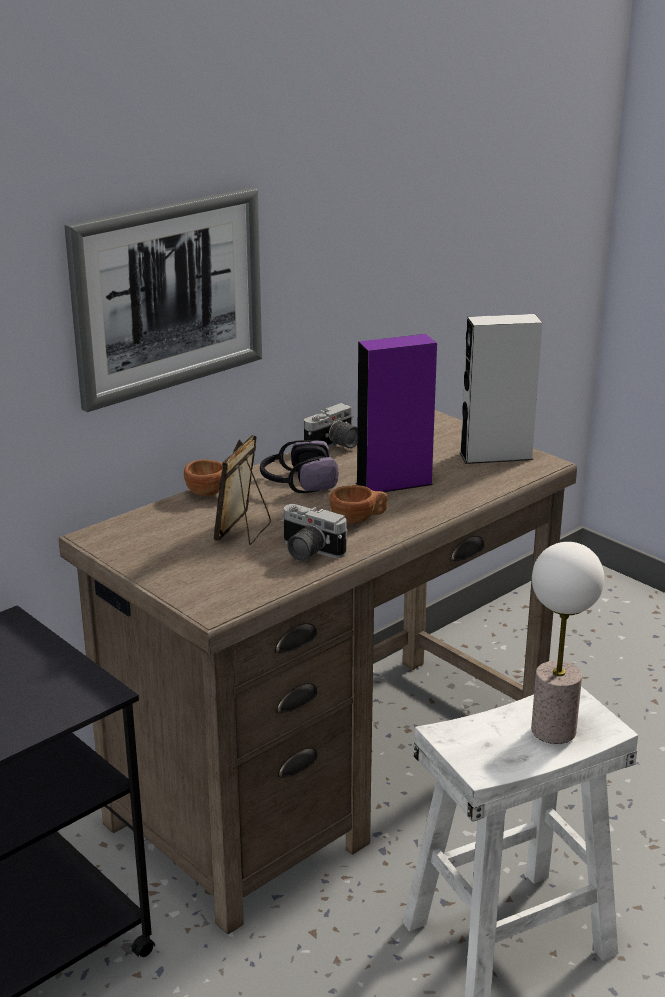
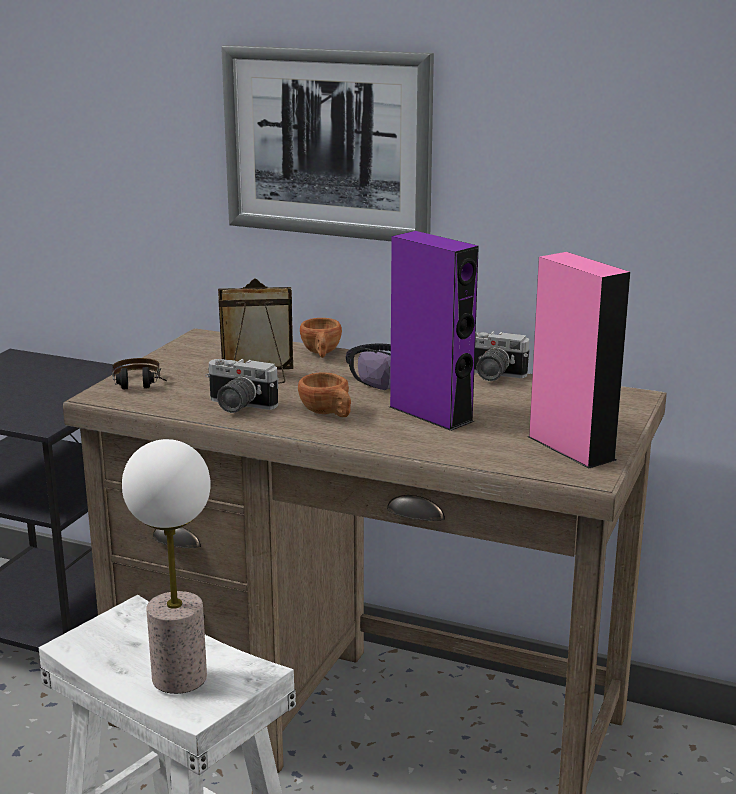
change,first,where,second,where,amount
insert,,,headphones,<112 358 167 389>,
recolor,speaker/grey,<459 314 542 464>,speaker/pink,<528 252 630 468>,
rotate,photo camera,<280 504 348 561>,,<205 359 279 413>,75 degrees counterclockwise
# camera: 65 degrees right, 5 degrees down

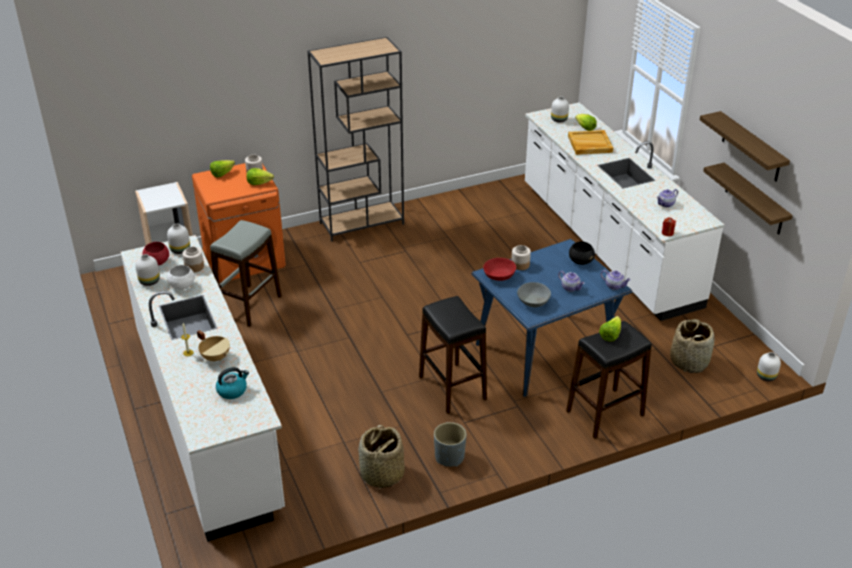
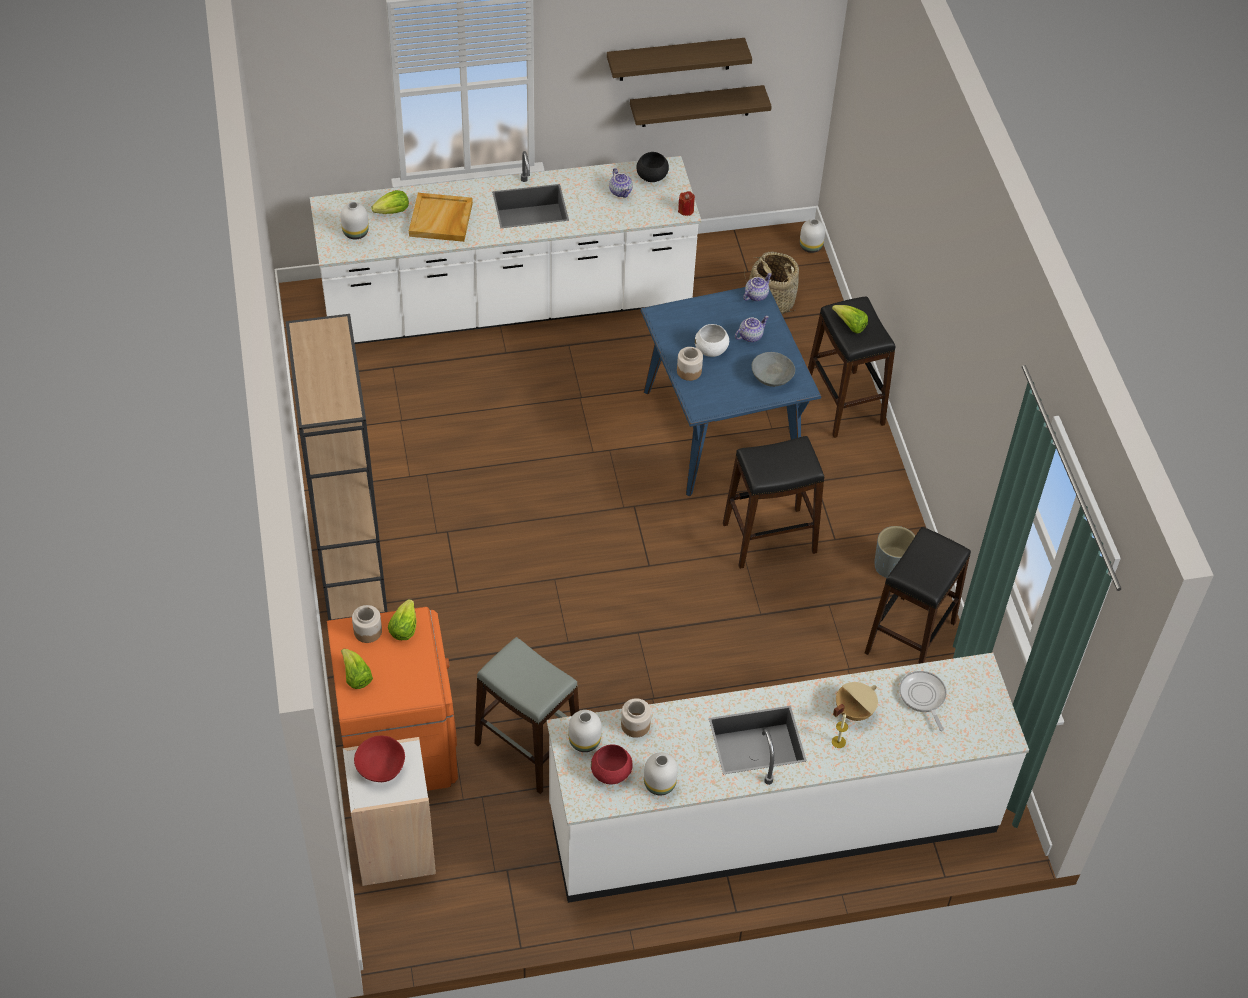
change,first,where,second,where,amount
move,bowl/white,<167 265 195 290>,,<695 324 729 357>,
move,bowl/red,<483 258 516 281>,,<354 736 405 782>,
move,bowl/black,<569 241 595 265>,,<636 152 669 182>,
replace,kettle,<216 367 249 399>,frying pan,<899 671 947 731>,
replace,basket,<358 425 405 489>,stool/black,<865 527 971 664>,
# camera: 80 degrees left, 15 degrees up

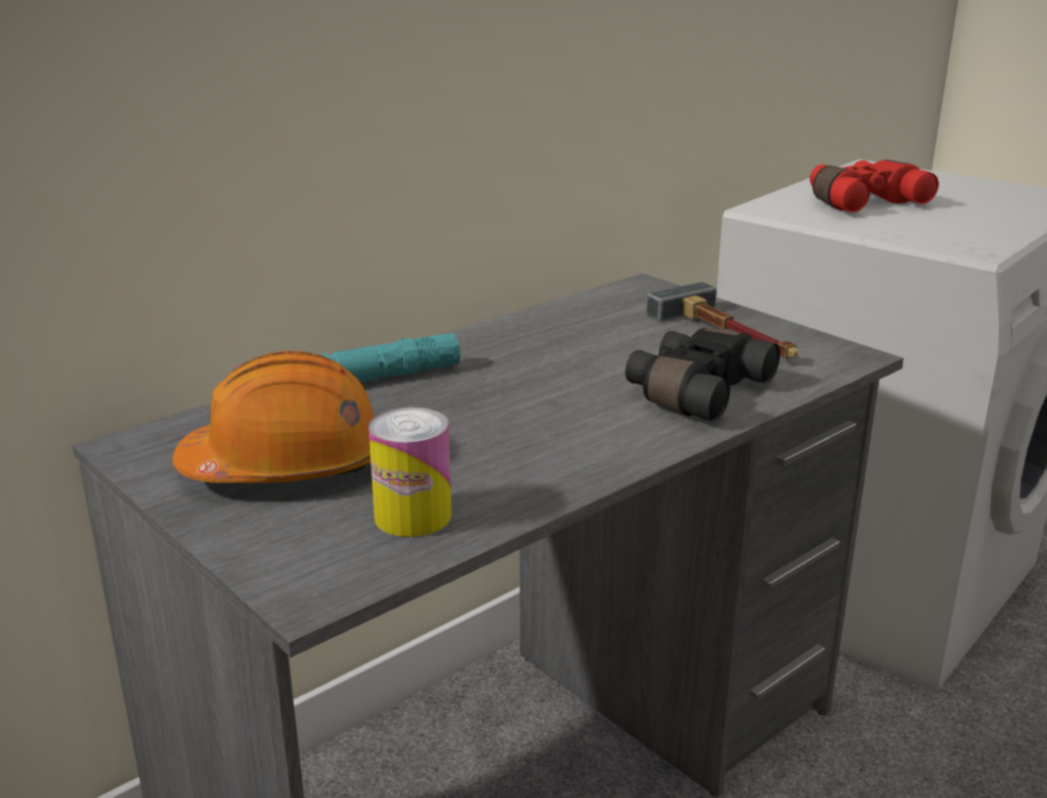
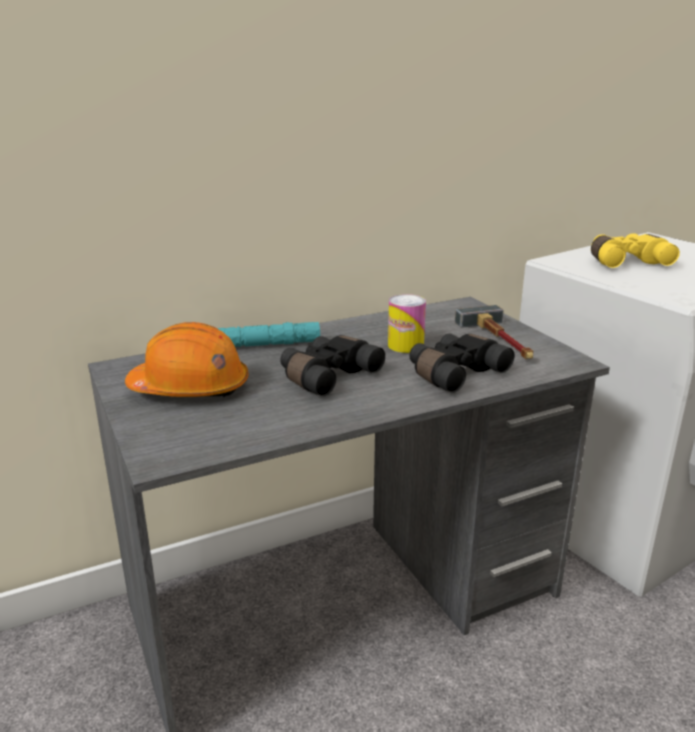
change,first,where,second,where,amount
insert,,,binoculars/black,<280 335 385 396>,
move,can,<368 407 452 537>,,<388 294 426 353>,
recolor,binoculars/red,<810 160 939 212>,binoculars/yellow,<591 233 680 268>,
# camera: 15 degrees right, 0 degrees up

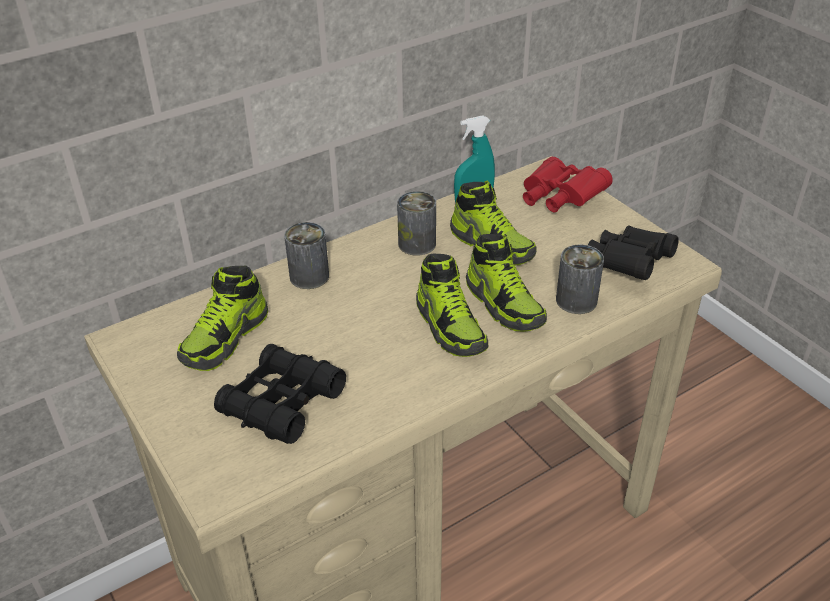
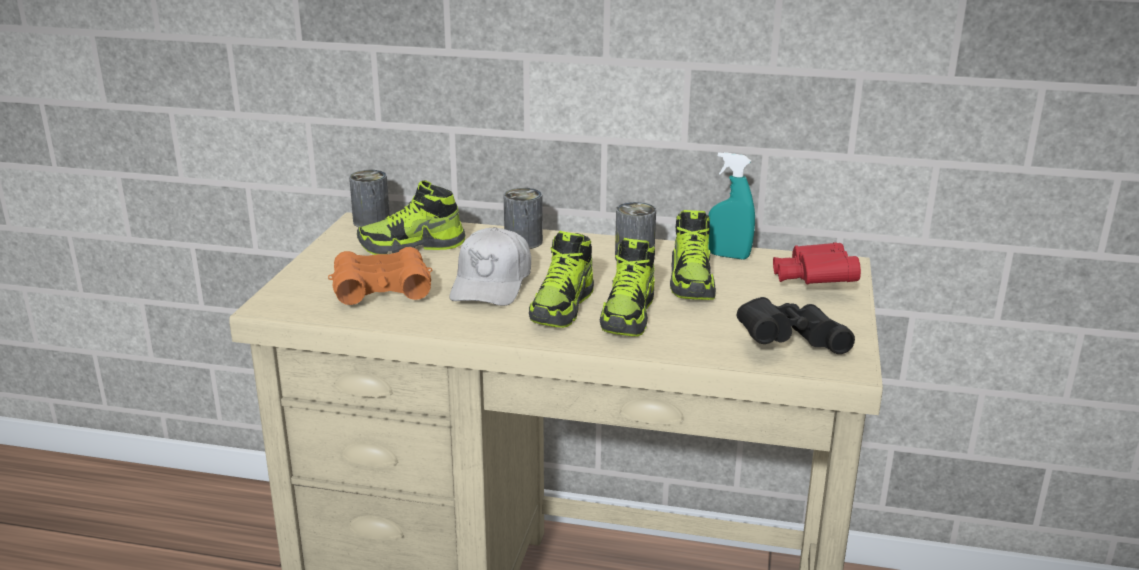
change,first,where,second,where,amount
insert,,,cap/white,<449 227 531 306>,
move,can,<556 244 604 314>,,<349 170 390 227>,
recolor,binoculars/black,<214 344 346 444>,binoculars/orange,<328 247 432 305>,
# camera: 45 degrees right, 15 degrees down

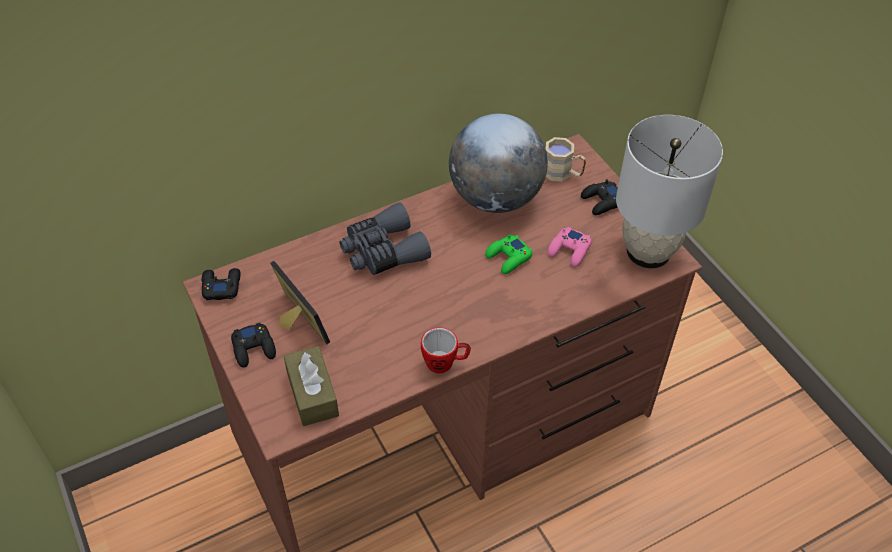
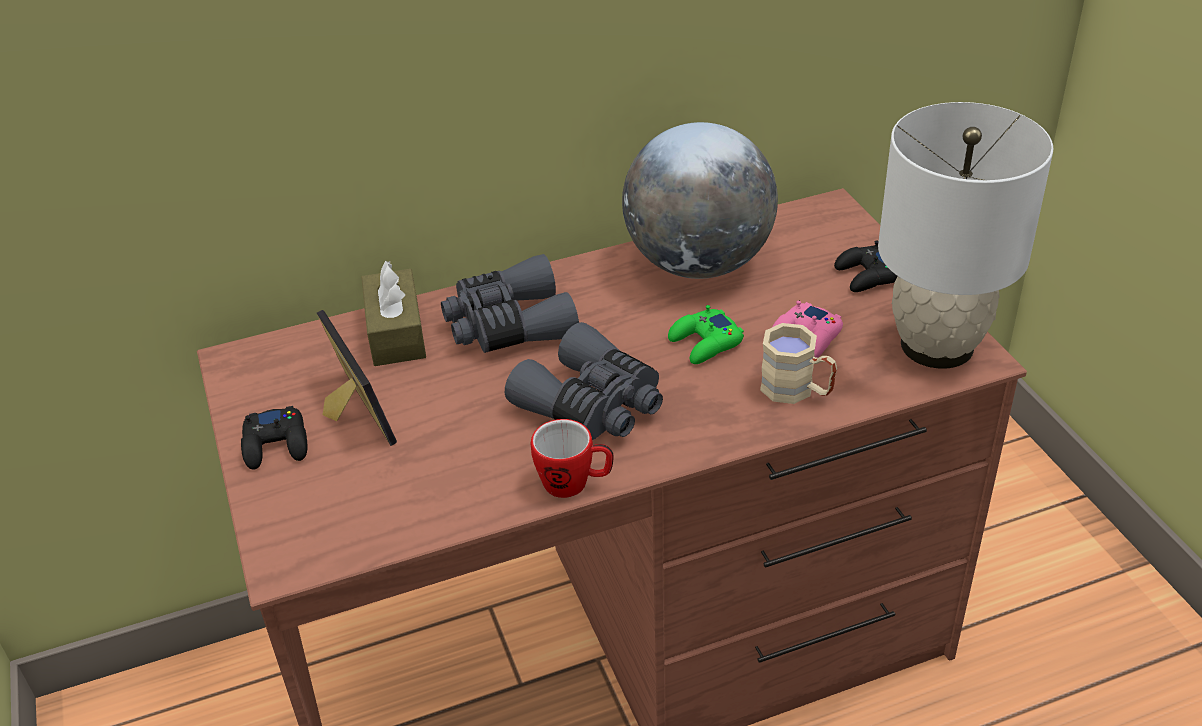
change,first,where,second,where,amount
delete,game controller/black,<201 268 241 300>,,,
insert,,,binoculars/grey,<505 322 663 440>,
move,tissue box/brown,<284 346 339 426>,,<361 261 426 366>,
move,mug/beige,<546 137 586 182>,,<760 323 837 404>,
# camera: 10 degrees right, 10 degrees down

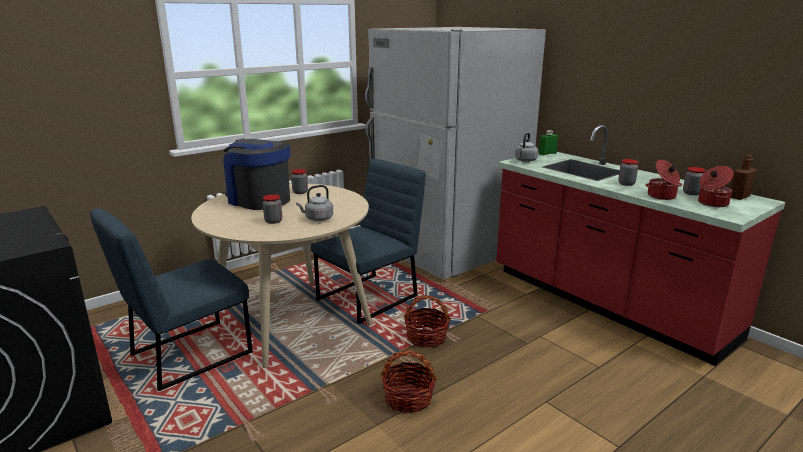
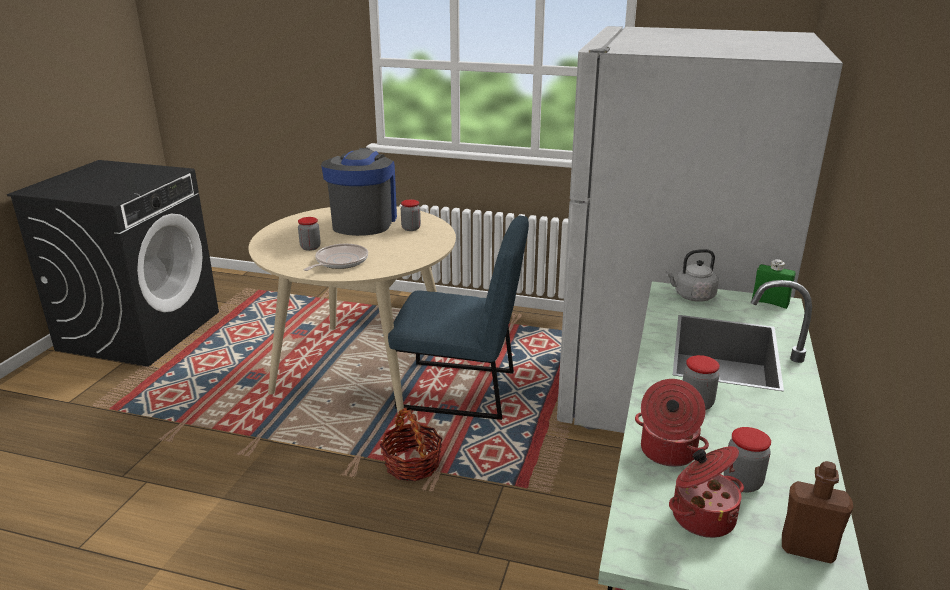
change,first,where,second,where,amount
delete,chair/blue,<90 208 253 391>,,,
delete,basket,<381 350 437 413>,,,
replace,kettle/grey,<296 185 333 221>,frying pan,<304 244 368 271>,
# camera: 55 degrees right, 5 degrees up

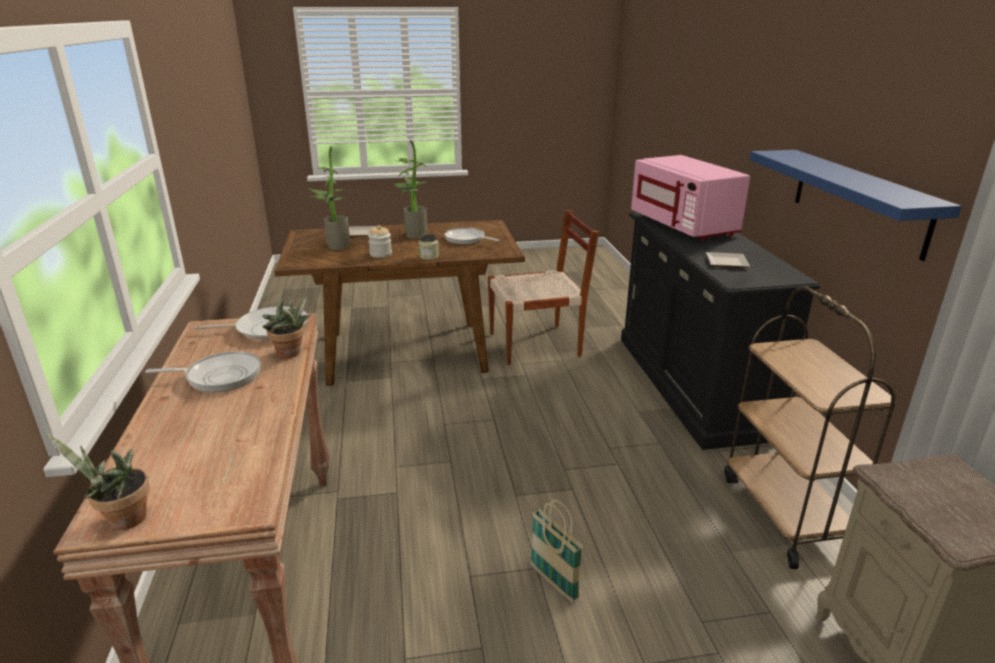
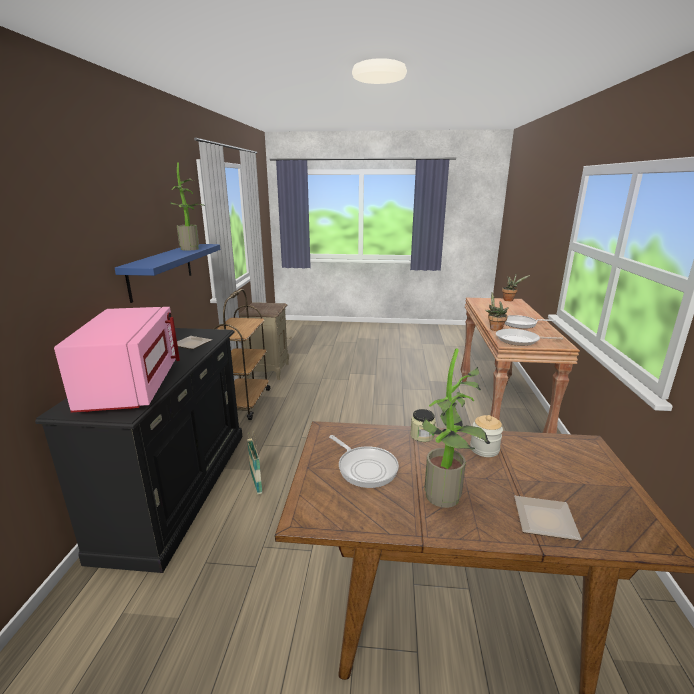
change,first,where,second,where,amount
delete,chair,<488 210 599 365>,,,
move,potted plant,<307 146 350 250>,,<170 162 205 251>,
move,basket,<530 500 583 602>,,<247 431 263 495>,
# camera: 165 degrees left, 5 degrees down

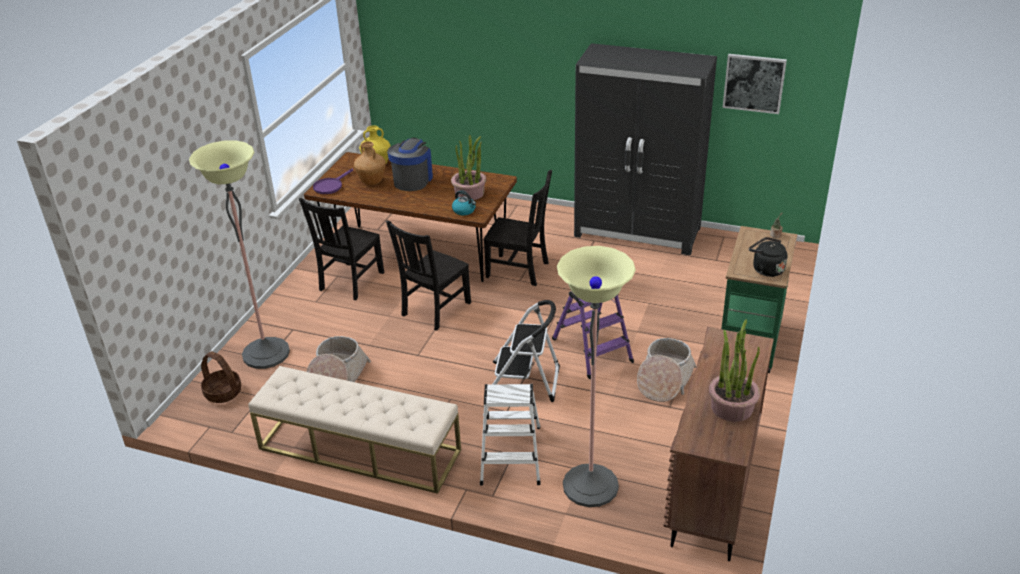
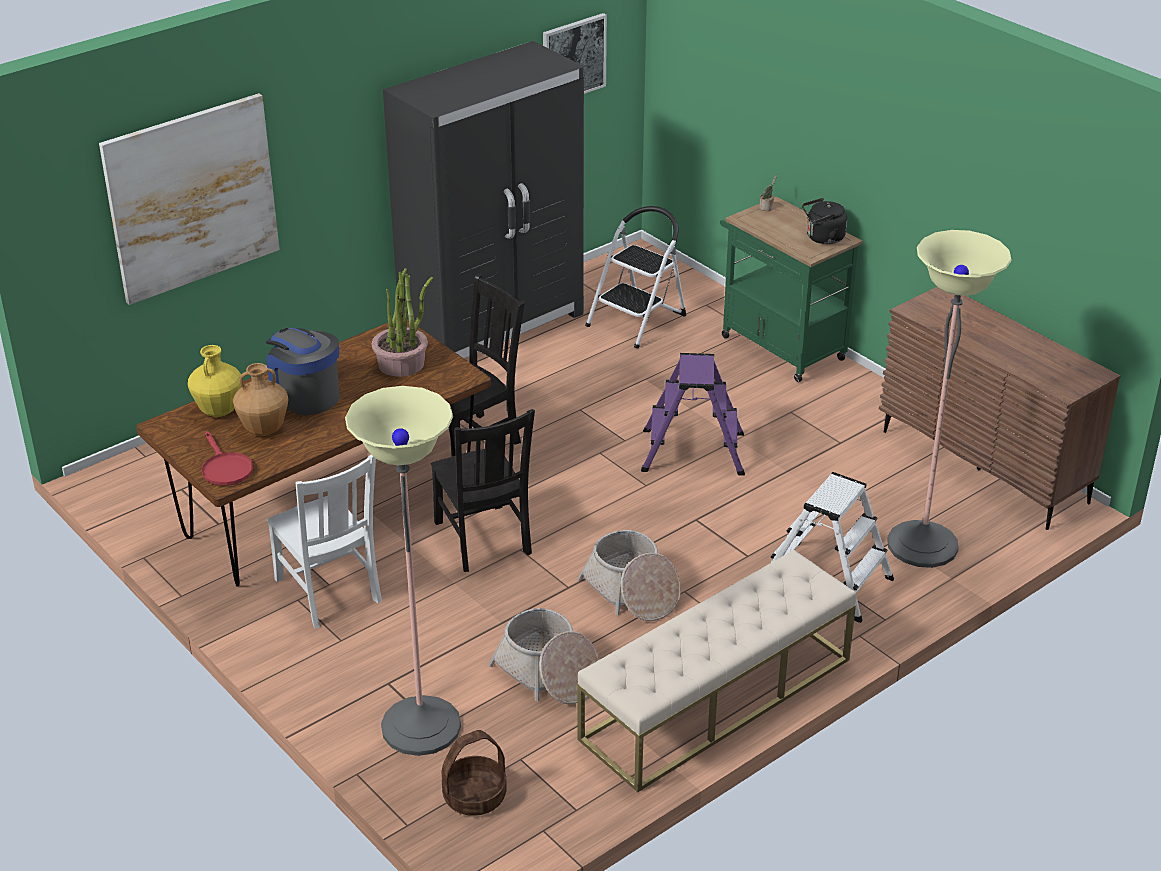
change,first,where,second,where,amount
delete,kettle,<452 190 476 215>,,,
delete,potted plant,<709 319 760 422>,,,
insert,,,picture,<99 93 280 305>,
move,step ladder,<493 300 560 402>,,<585 206 686 348>,
move,basket,<637 338 697 402>,,<577 530 681 621>,
recolor,chair/black,<299 198 384 300>,chair/white,<267 455 382 628>,
recolor,frying pan/purple,<313 168 353 194>,frying pan/red,<202 432 253 486>,
# camera: 60 degrees left, 0 degrees up

